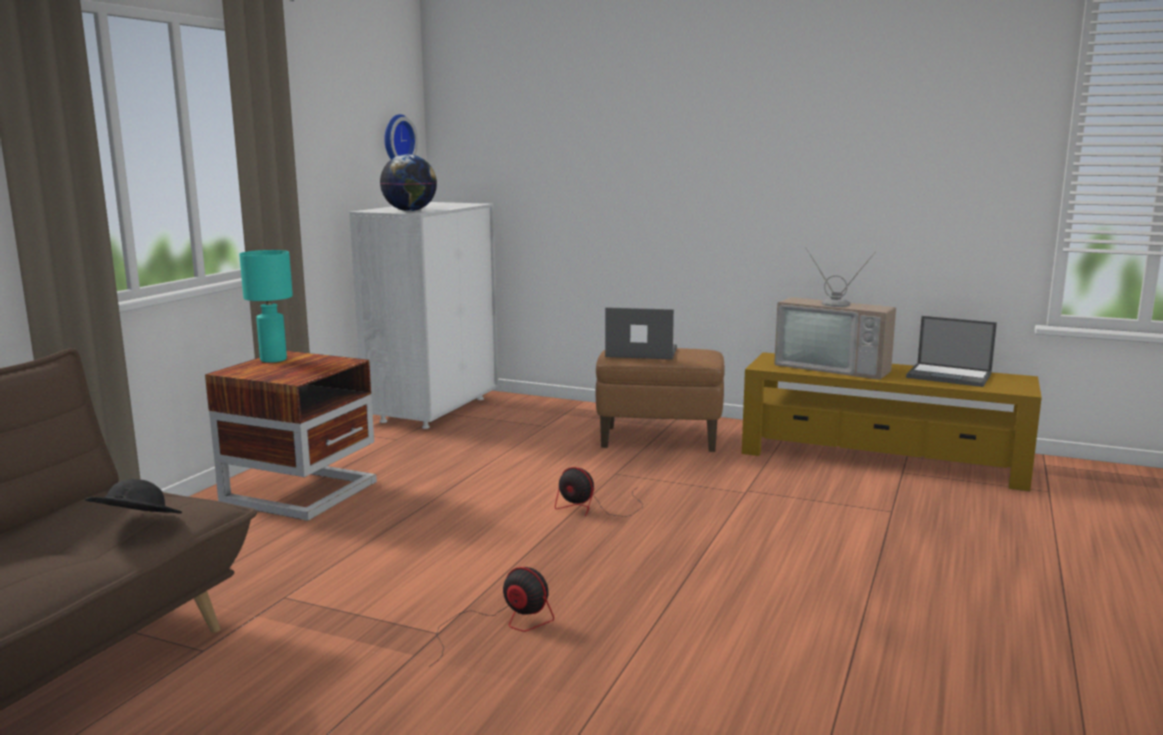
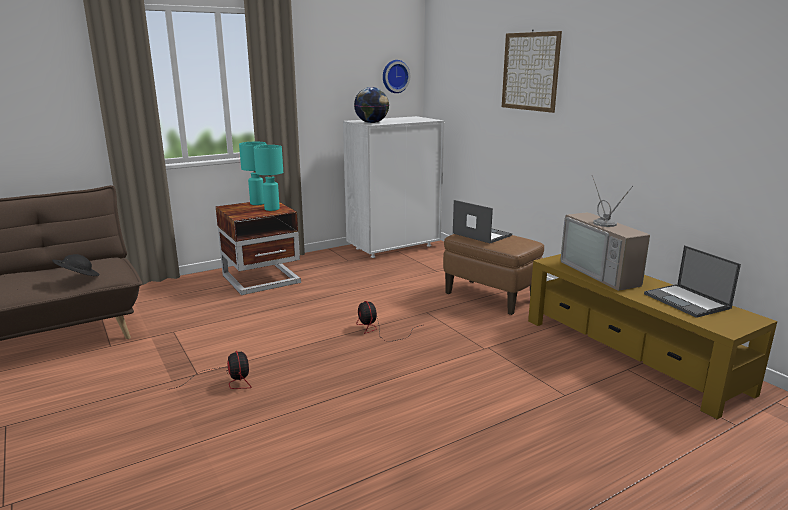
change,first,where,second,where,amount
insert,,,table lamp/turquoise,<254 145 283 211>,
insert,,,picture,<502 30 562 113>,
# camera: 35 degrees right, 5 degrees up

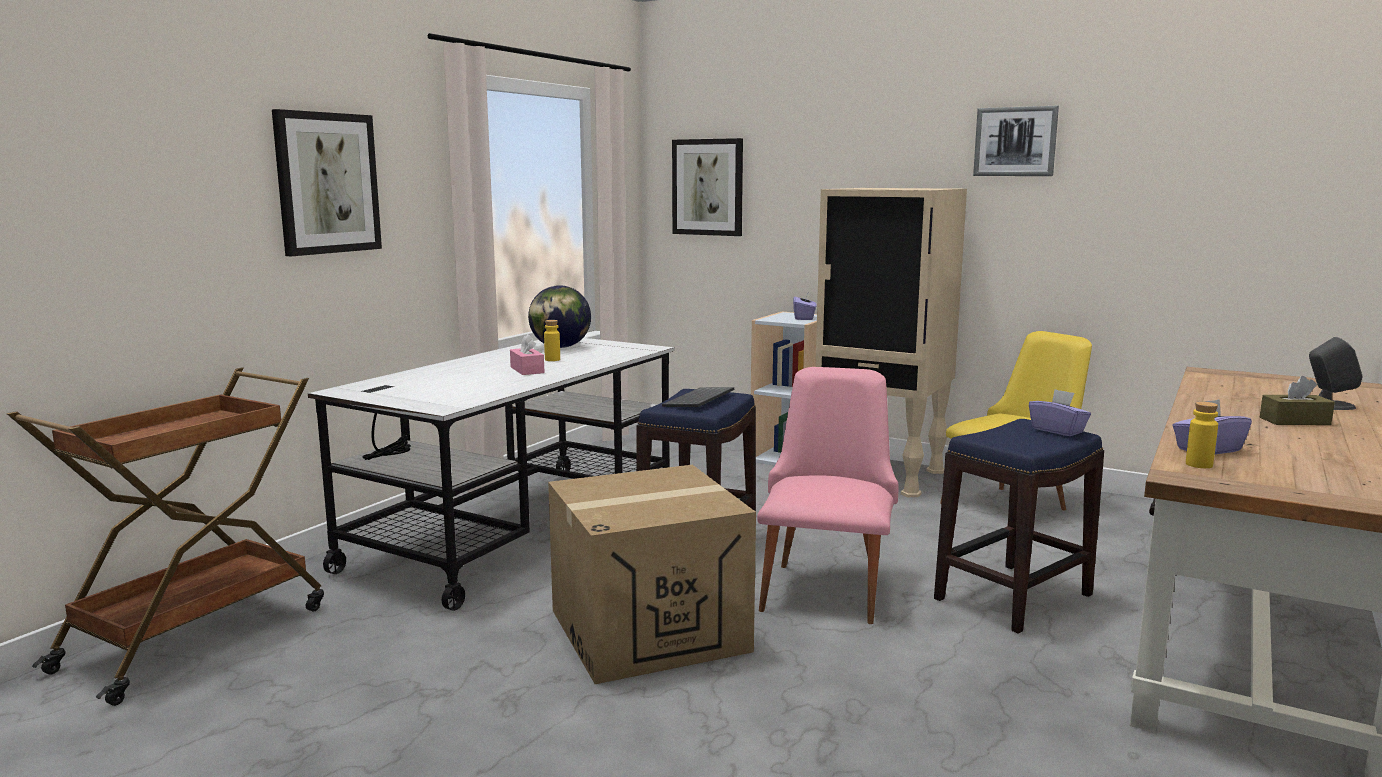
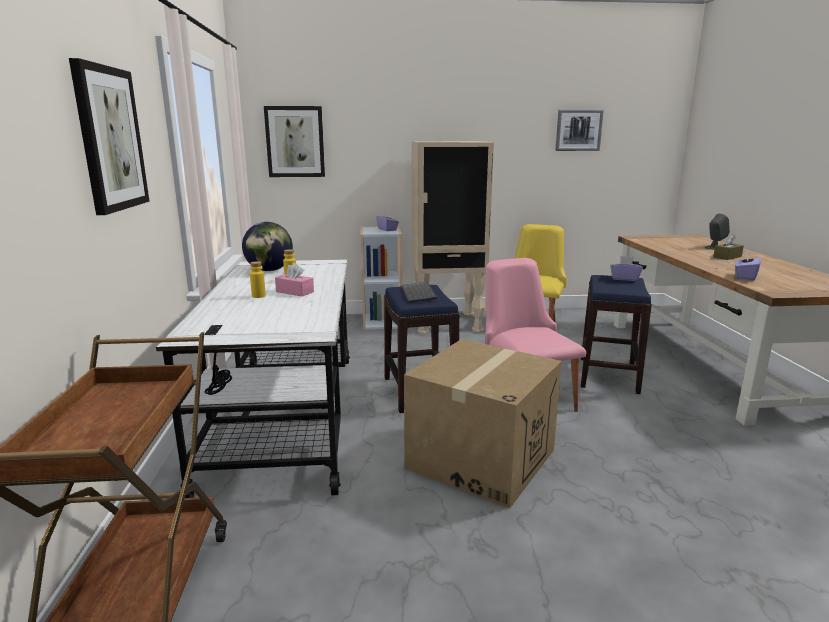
change,first,where,second,where,amount
move,picture,<973 106 1059 176>,,<555 110 604 151>,
move,bottle/yellow,<1186 402 1218 468>,,<250 261 266 298>,
# camera: 35 degrees left, 5 degrees up

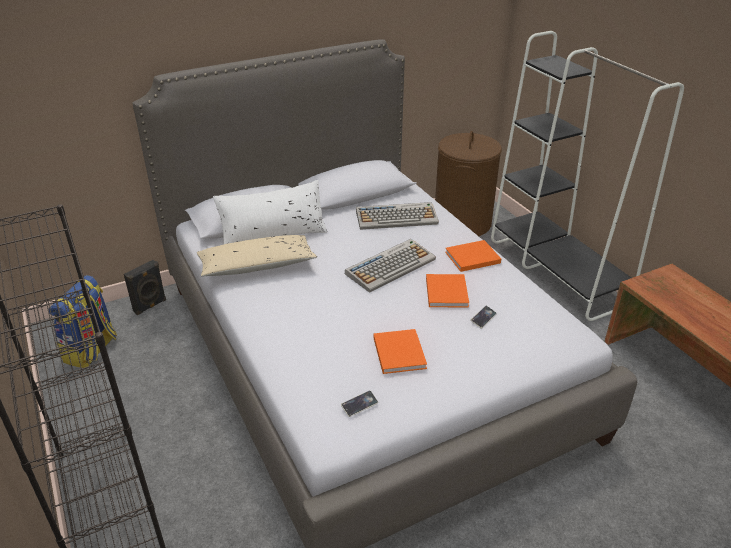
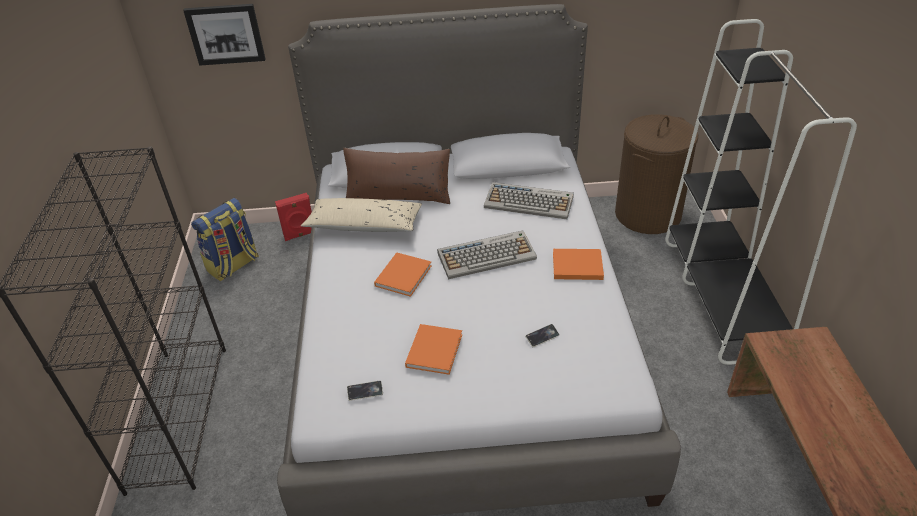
change,first,where,second,where,amount
insert,,,picture,<183 4 266 66>,
move,book/orange,<426 274 469 308>,,<374 252 432 297>,
recolor,speaker/black,<124 260 166 315>,speaker/red,<275 193 312 241>,
recolor,pillow/white,<213 180 327 244>,pillow/brown,<343 148 450 204>,
# camera: 25 degrees right, 5 degrees up

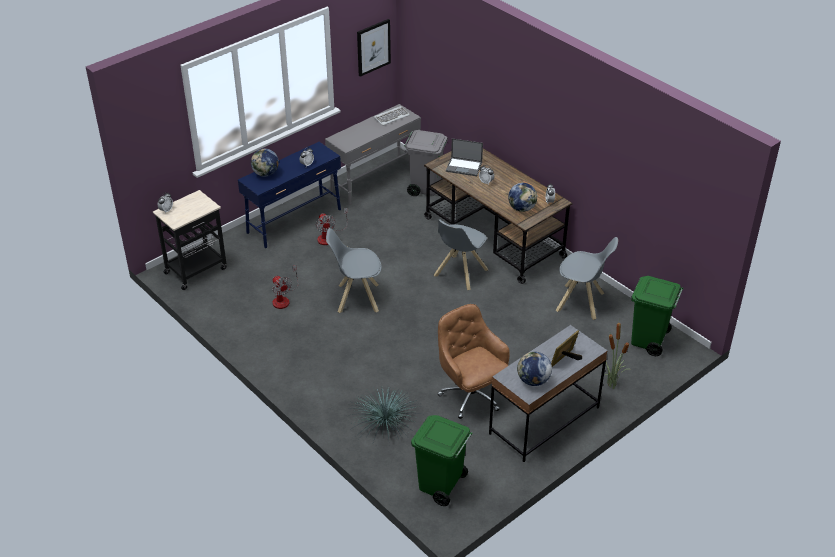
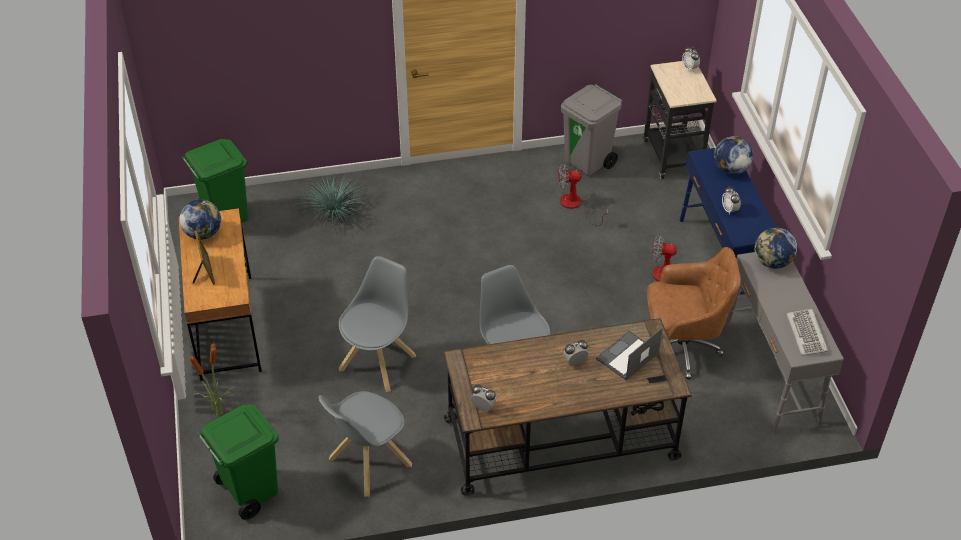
change,first,where,second,where,amount
delete,picture,<357 19 391 77>,,,
move,chair/grey,<326 228 381 313>,,<338 256 416 392>,
move,trash can/grey,<404 130 448 196>,,<561 84 623 176>,
move,office chair/brown,<438 304 510 419>,,<647 247 741 379>,
move,globe,<508 183 538 212>,,<754 228 797 269>,
recolor,desk/grey,<489 325 608 462>,desk/brown,<179 208 262 381>,
# camera: 120 degrees right, 5 degrees up

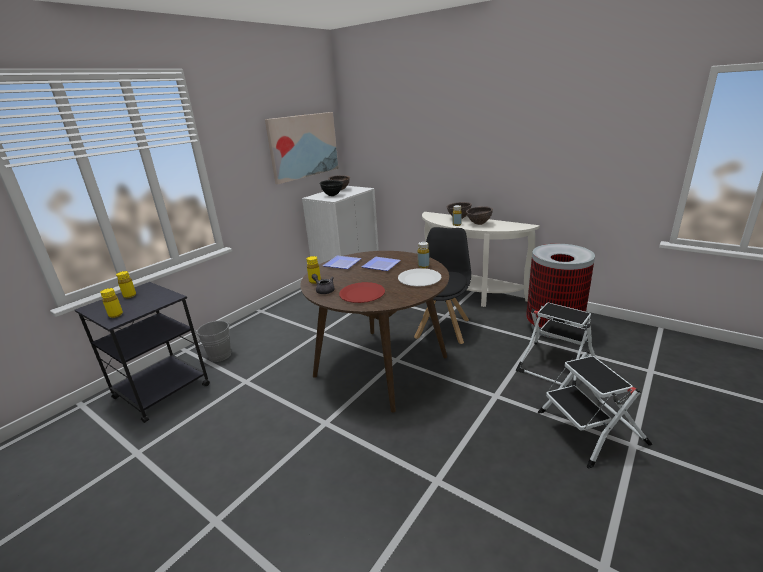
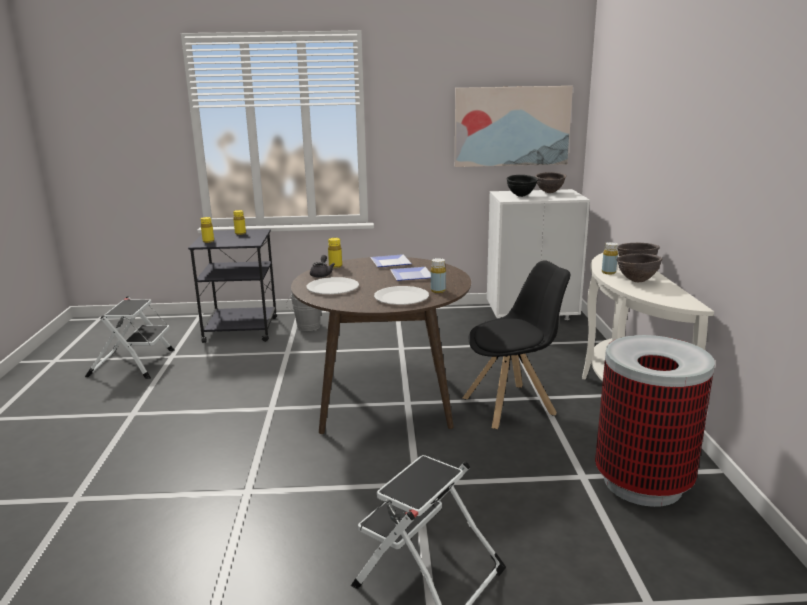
change,first,where,second,where,amount
move,step ladder,<516 303 596 387>,,<85 296 175 379>,
recolor,plate/red,<339 282 385 303>,plate/white,<306 277 359 294>,
# camera: 50 degrees right, 5 degrees down

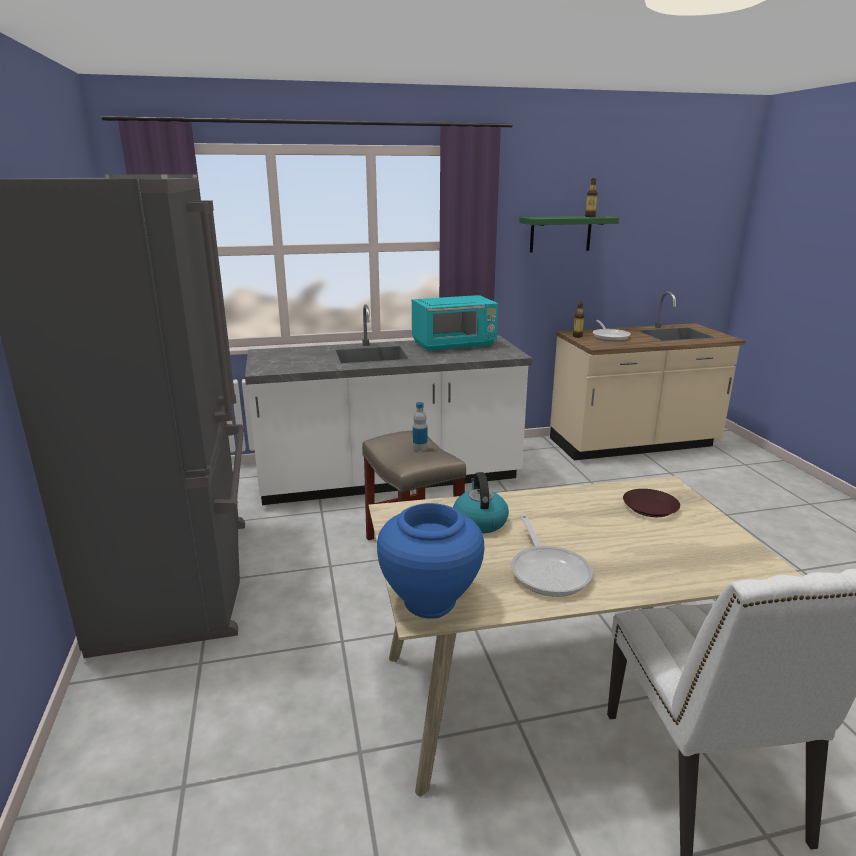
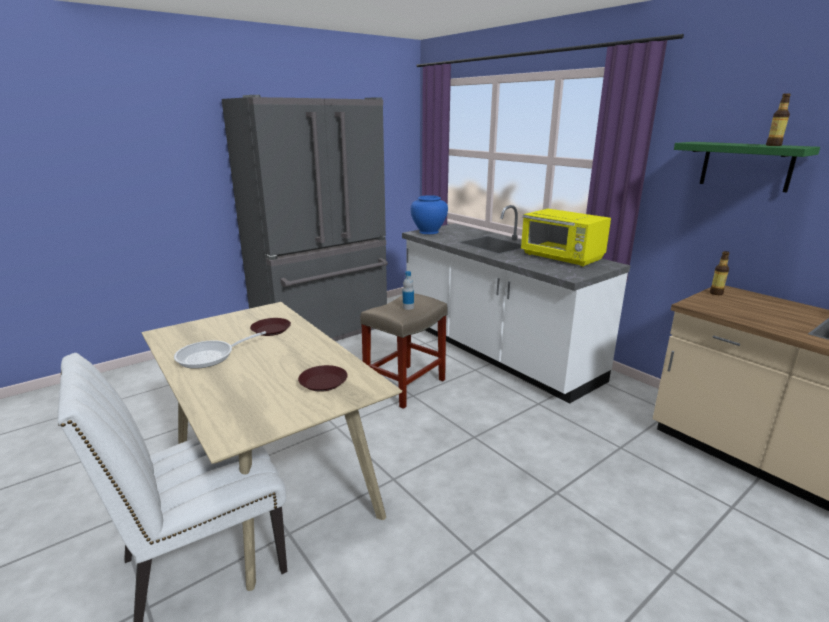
change,first,where,second,where,amount
delete,frying pan,<593 320 631 341>,,,
move,vase/blue,<377 503 484 619>,,<411 195 448 234>,
replace,kettle,<453 472 509 534>,plate/brown,<250 318 291 336>,
recolor,microwave/turquoise,<412 295 498 352>,microwave/yellow,<521 209 611 267>,
# camera: 65 degrees right, 0 degrees up

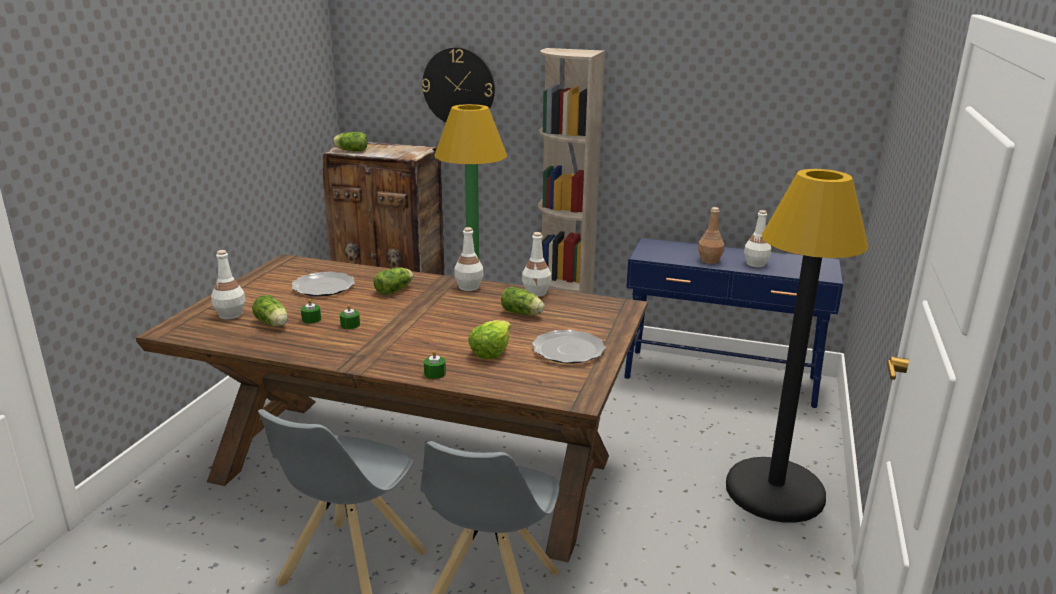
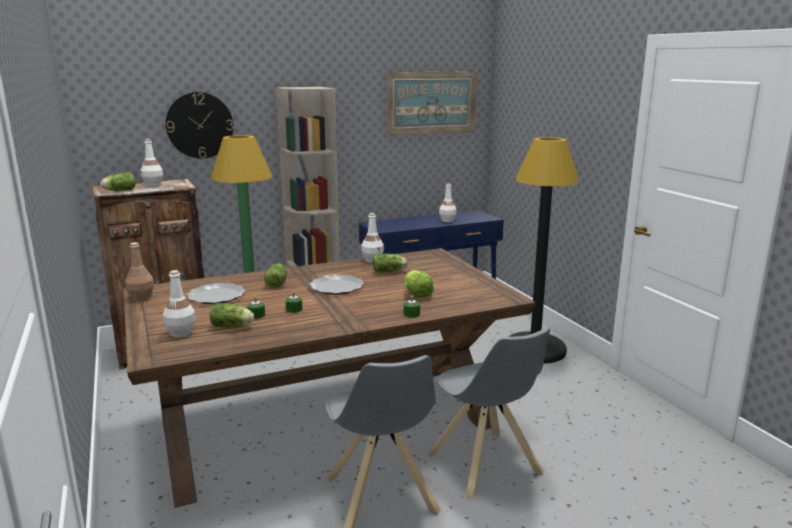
change,first,where,second,where,amount
insert,,,picture,<387 71 477 136>,
move,bottle/white,<454 227 483 291>,,<140 139 163 186>,
move,plate,<532 330 606 364>,,<309 275 364 295>,
move,bottle/brown,<698 207 724 264>,,<125 242 154 301>,
# camera: 40 degrees left, 5 degrees down

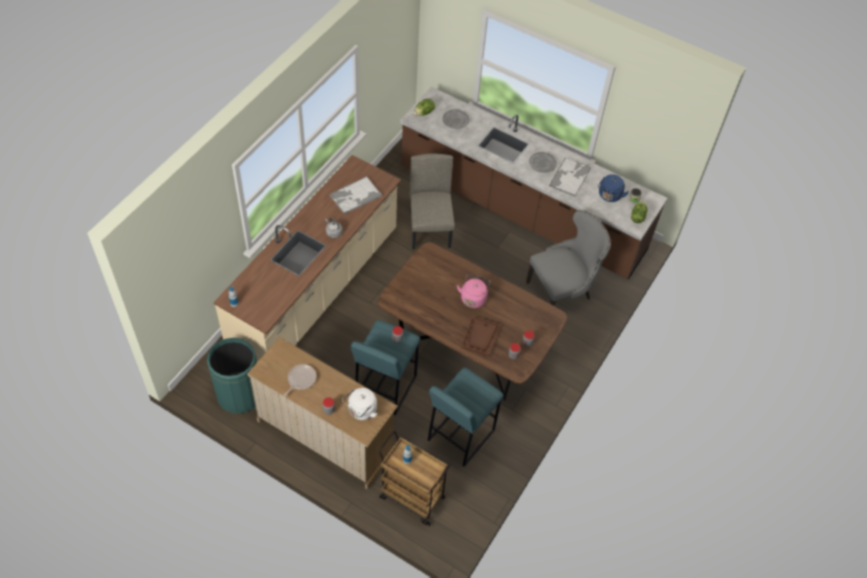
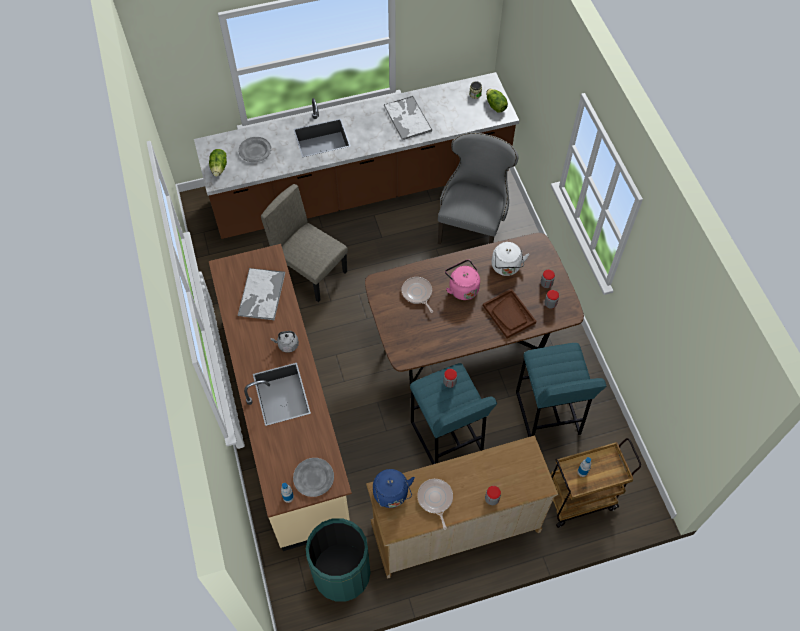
change,first,where,second,where,amount
insert,,,frying pan,<402 277 433 313>,
move,kettle/white,<342 388 377 420>,,<492 242 529 276>,
move,plate/grey,<529 152 557 173>,,<293 458 334 497>,
move,kettle/blue,<598 174 629 202>,,<373 469 415 508>,
# camera: 45 degrees left, 5 degrees up

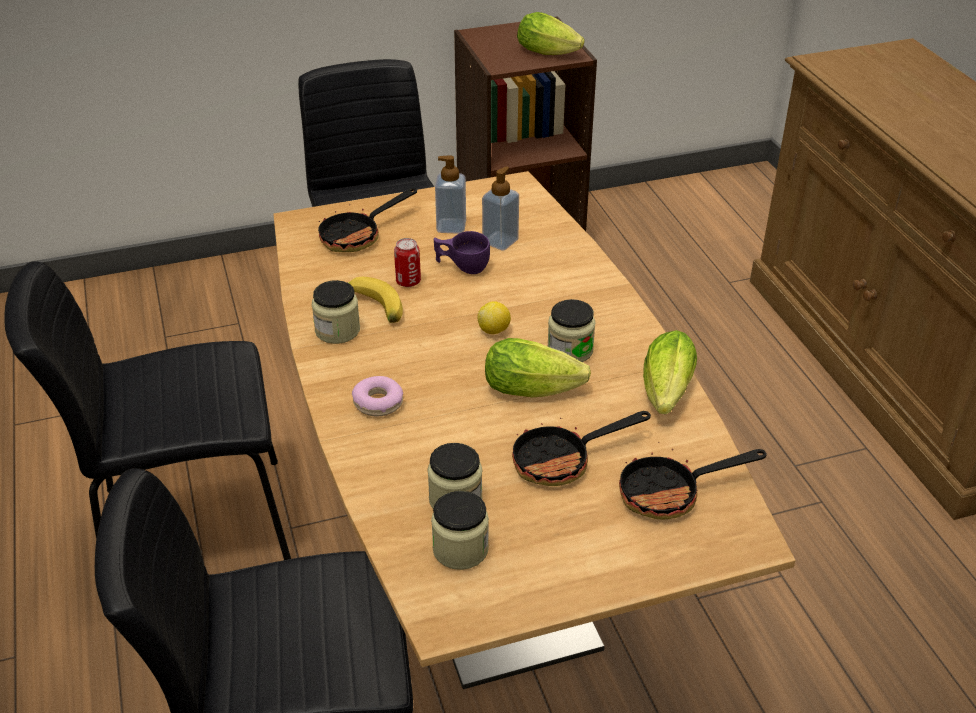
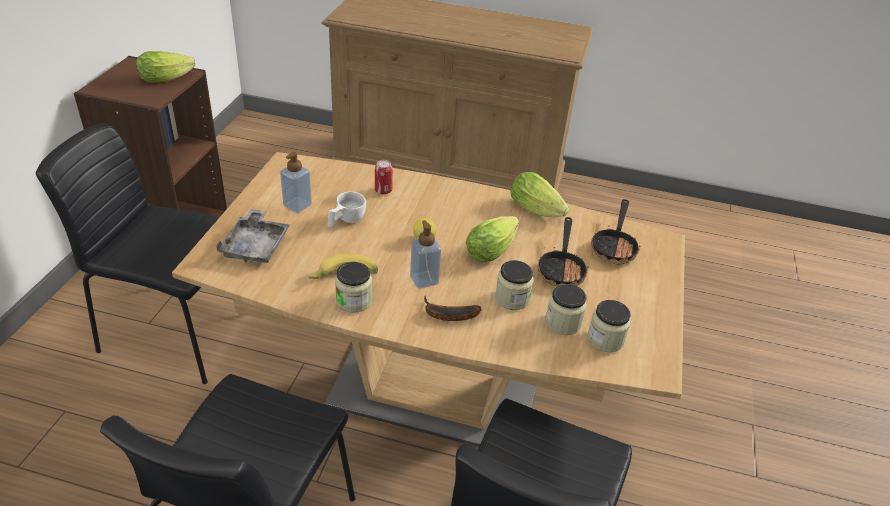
change,first,where,second,where,amount
move,can,<394 238 421 287>,,<375 160 393 194>,
move,soap dispenser,<482 166 519 251>,,<410 220 441 289>,
move,jar,<548 299 596 362>,,<495 260 534 310>,
replace,frying pan,<318 188 417 252>,tray/grey,<216 209 290 263>,
replace,donut,<352 376 403 416>,banana,<424 296 482 321>,
recolor,cup/purple,<434 231 490 274>,cup/white,<328 192 366 227>,
# camera: 60 degrees left, 0 degrees up

